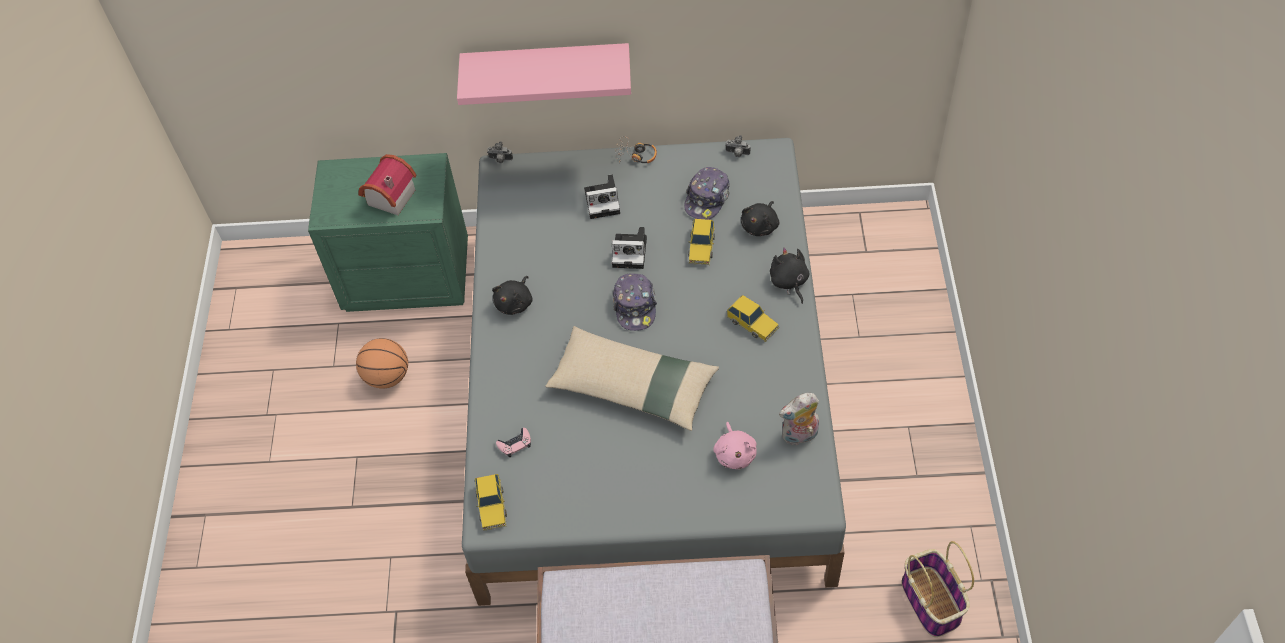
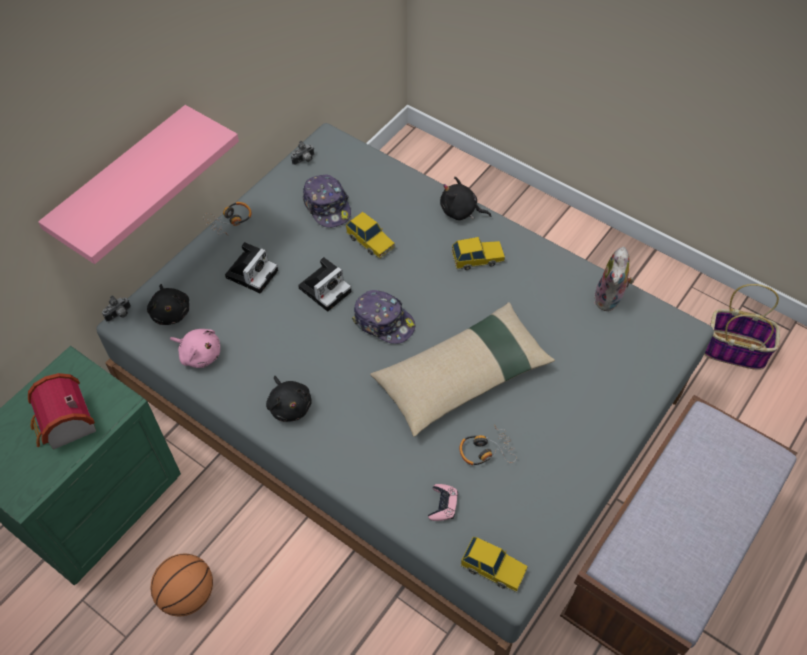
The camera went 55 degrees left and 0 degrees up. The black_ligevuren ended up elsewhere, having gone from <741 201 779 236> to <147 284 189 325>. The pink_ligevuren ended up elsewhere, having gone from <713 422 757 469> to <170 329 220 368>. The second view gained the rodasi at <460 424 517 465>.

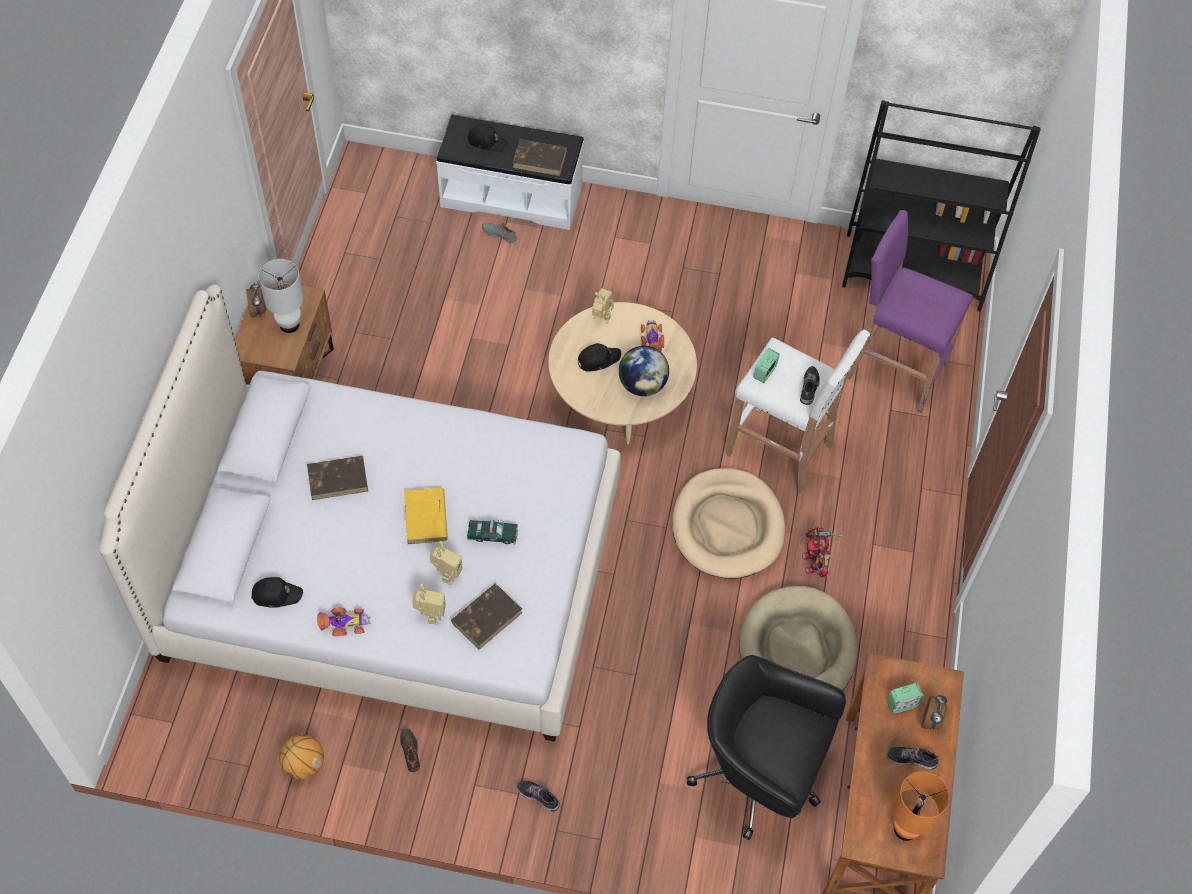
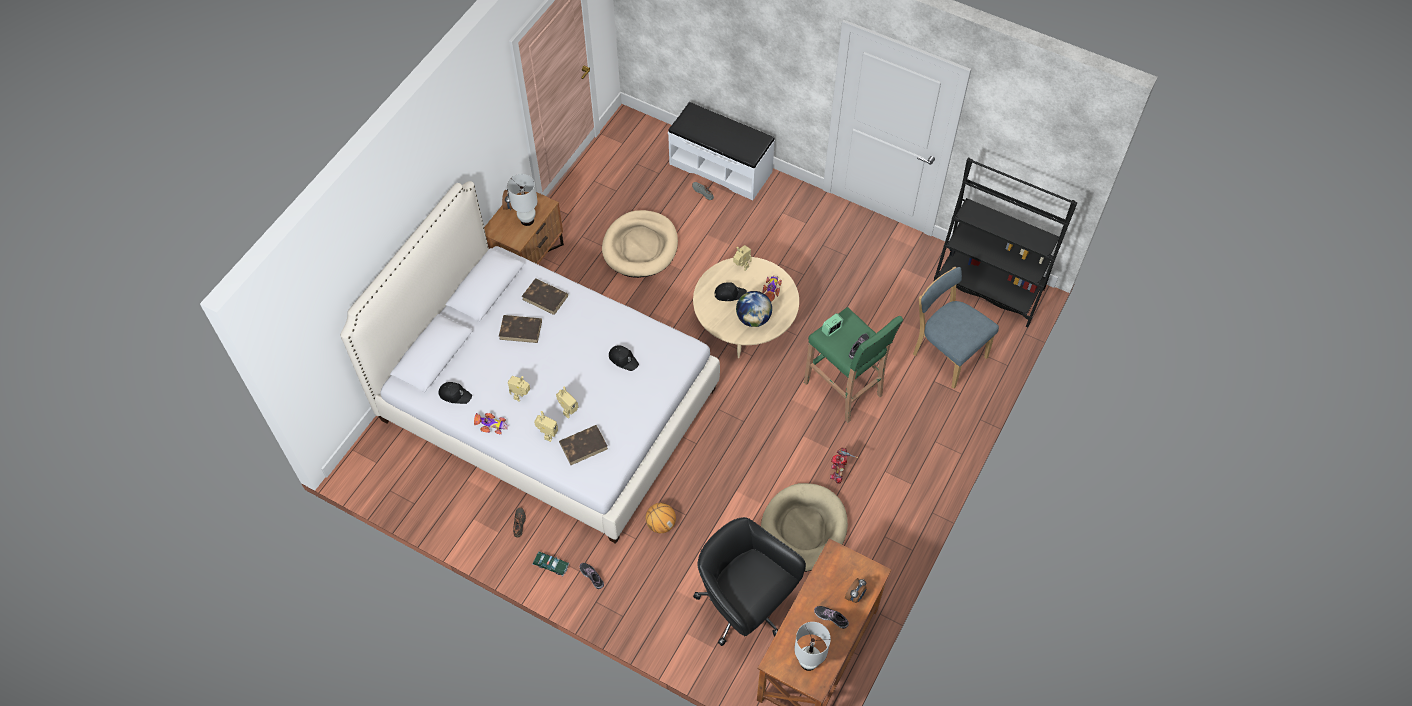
The camera went 20 degrees right and 0 degrees up. The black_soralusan ended up elsewhere, having gone from <467 124 508 152> to <609 345 639 371>. The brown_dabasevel ended up elsewhere, having gone from <512 139 567 176> to <522 279 568 315>. Where the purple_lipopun stood at <847 210 973 413>, the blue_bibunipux came to stand at <913 267 999 389>. What was the white_lipopun at <726 330 870 493> turned into the green_lipopun at <804 307 903 423>. The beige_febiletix ended up elsewhere, having gone from <672 468 785 579> to <602 210 678 278>. The second view lost the yellow_dabasevel at <404 488 448 544>. The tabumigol ended up elsewhere, having gone from <467 520 518 544> to <532 552 569 576>. The second view lost the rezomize at <887 683 924 714>. The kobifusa ended up elsewhere, having gone from <279 735 324 780> to <646 503 676 533>. What was the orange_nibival at <892 771 949 841> turned into the white_nibival at <794 622 831 671>. The second view gained the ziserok at <508 376 530 402>.

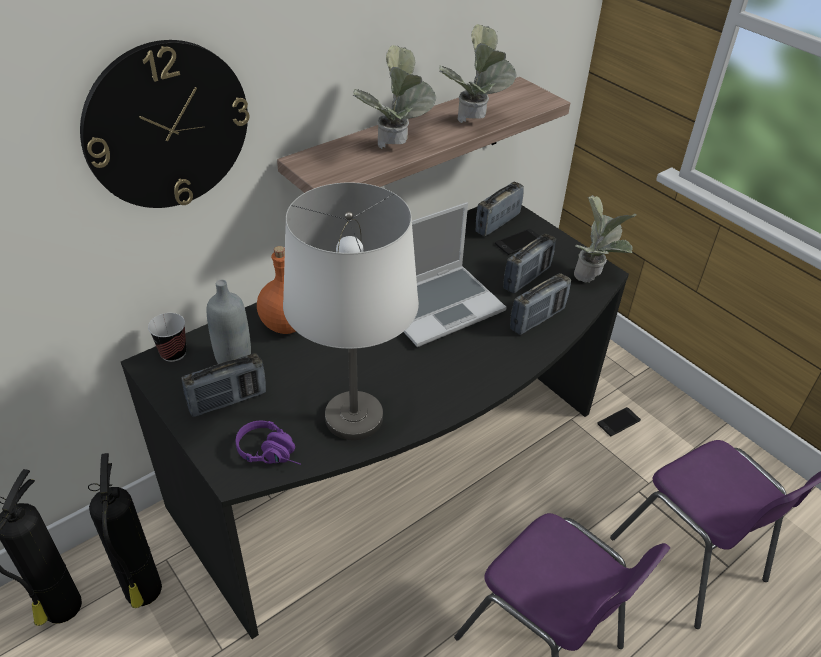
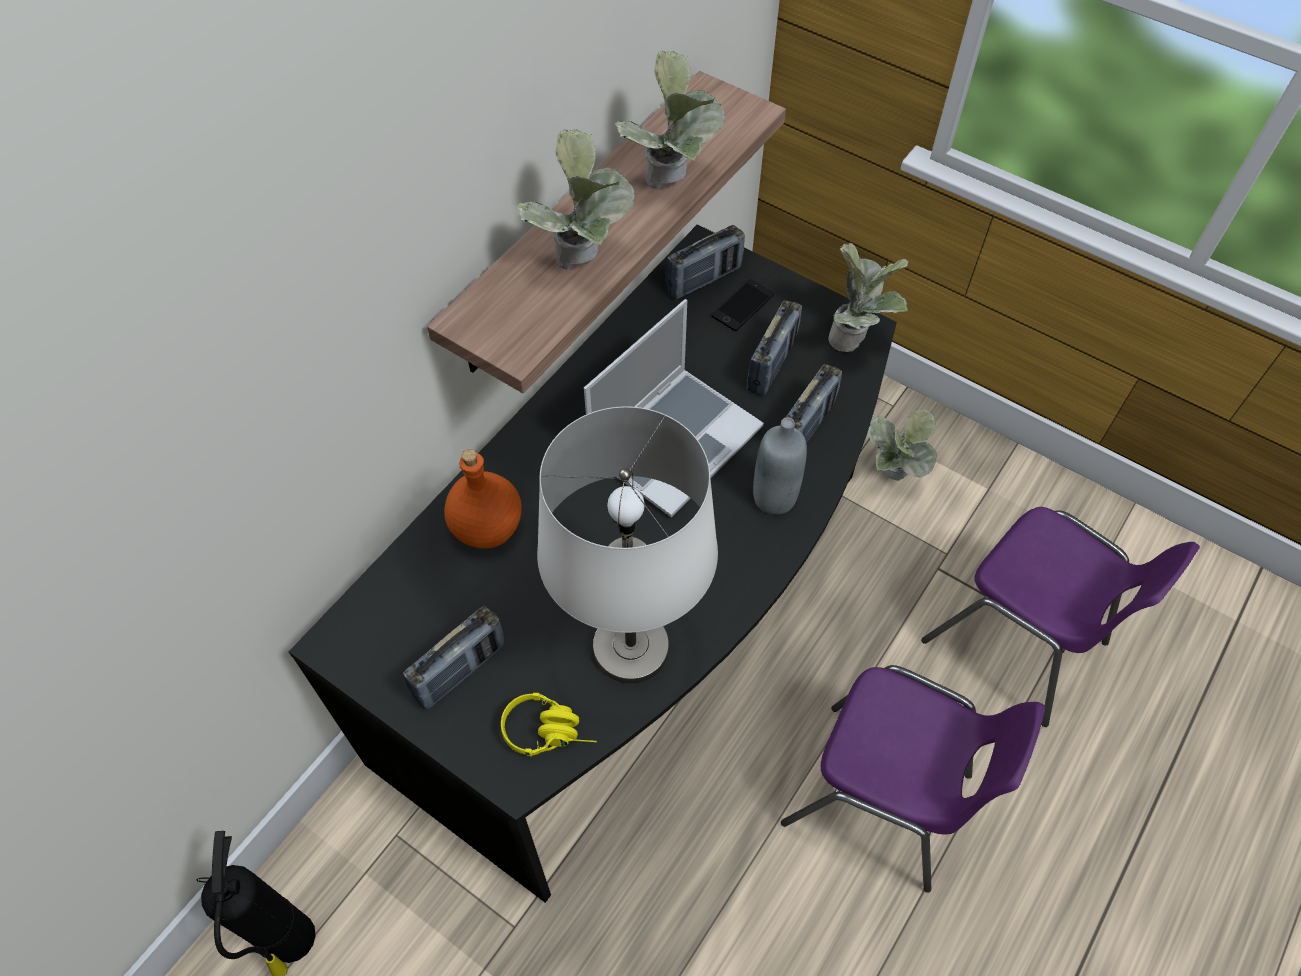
The camera went 15 degrees left and 15 degrees up. The second view lost the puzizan at <80 40 250 208>. The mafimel at <475 182 524 236> ended up facing another way, 150 degrees counterclockwise from before. The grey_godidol ended up elsewhere, having gone from <207 279 251 364> to <753 417 807 514>. The second view lost the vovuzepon at <148 313 186 362>. Where the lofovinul stood at <597 407 641 437>, the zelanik came to stand at <868 409 937 481>. What was the purple_rodasi at <236 421 301 465> turned into the yellow_rodasi at <501 693 597 756>. The second view lost the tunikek at <88 453 162 608>.

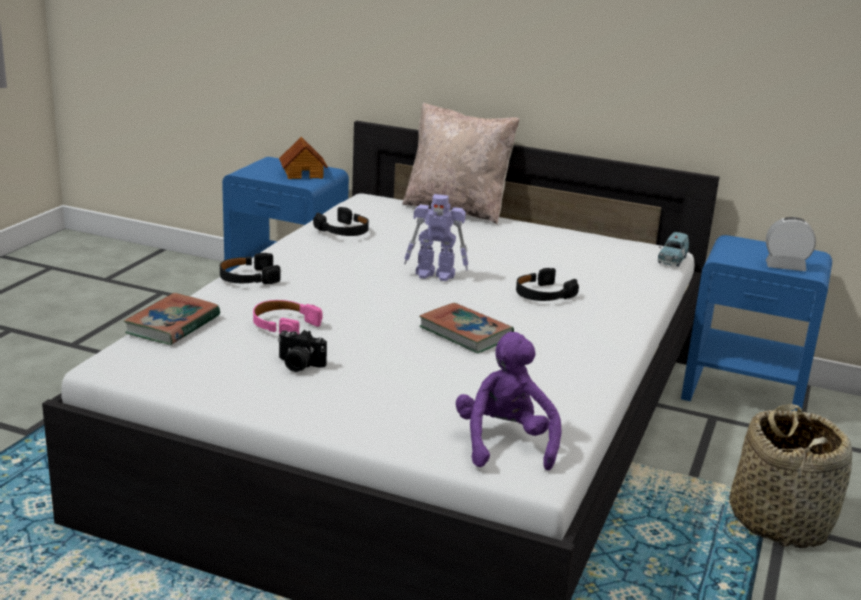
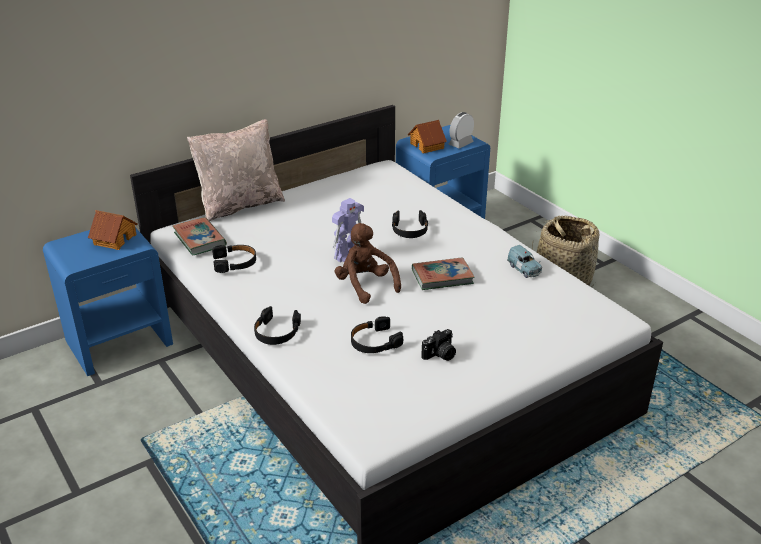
The camera went 55 degrees left and 10 degrees up. The blue_tabumigol ended up elsewhere, having gone from <658 232 689 267> to <507 245 542 278>. The dabasevel ended up elsewhere, having gone from <124 293 220 345> to <172 217 227 256>. What was the pink_rodasi at <253 300 323 334> turned into the black_rodasi at <351 317 403 353>. The second view lost the purple_ligevuren at <456 332 561 470>. The second view gained the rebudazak at <408 120 447 153>. The second view gained the brown_ligevuren at <335 223 401 304>.

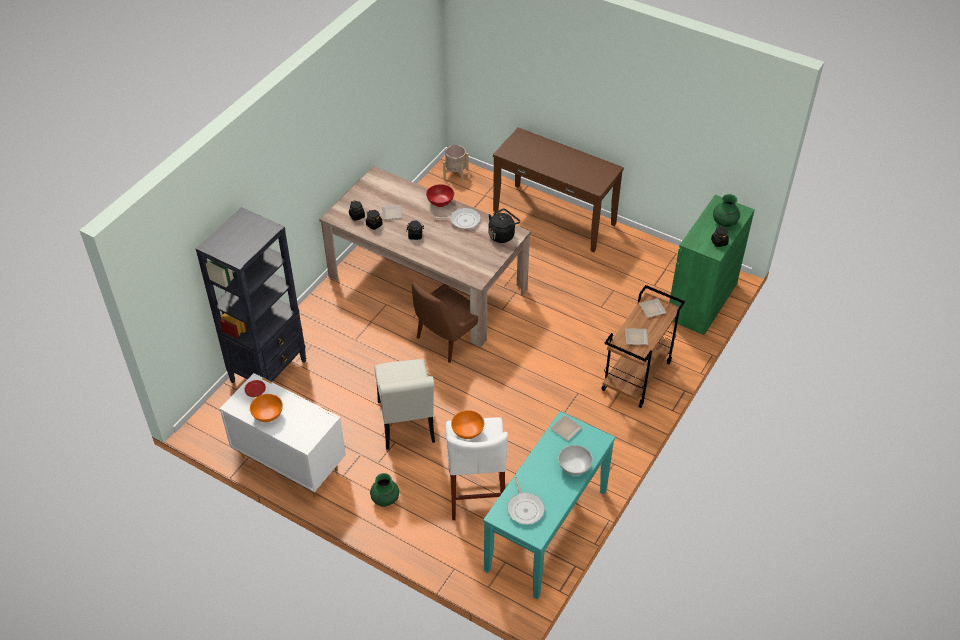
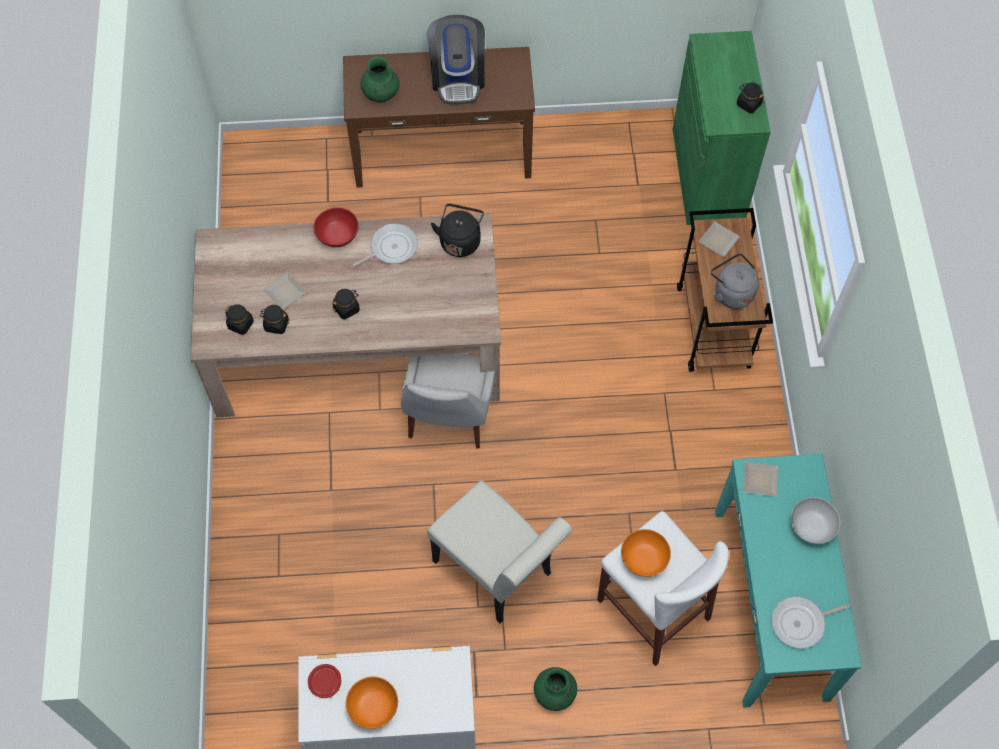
The camera went 35 degrees left and 15 degrees up. The second view lost the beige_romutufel at <443 145 469 183>. The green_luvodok ended up elsewhere, having gone from <713 194 740 227> to <361 56 399 103>. The second view lost the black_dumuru at <195 207 306 383>. What was the brown_bibunipux at <412 282 478 363> turned into the white_bibunipux at <401 354 495 449>. Where the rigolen stood at <625 328 648 345>, the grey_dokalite came to stand at <711 253 759 309>. The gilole at <507 477 545 524> ended up facing another way, 120 degrees clockwise from before. The second view gained the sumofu at <427 15 485 104>.

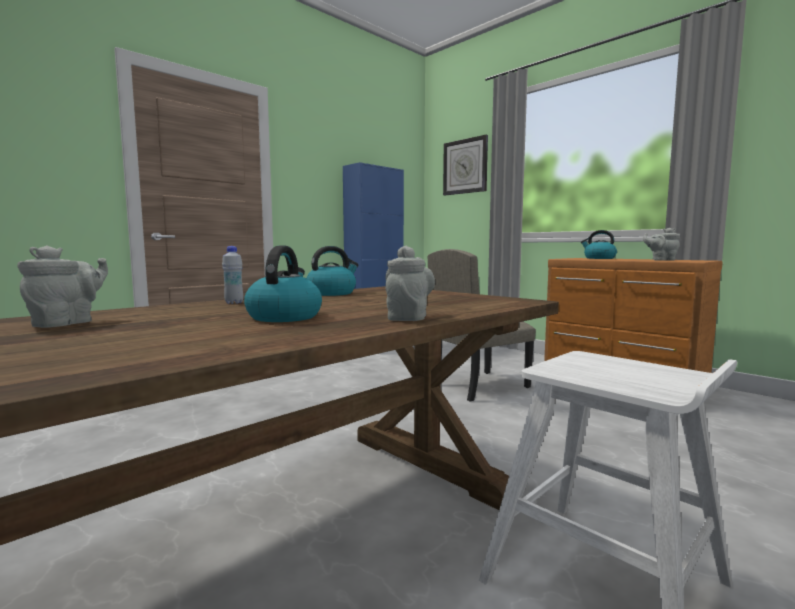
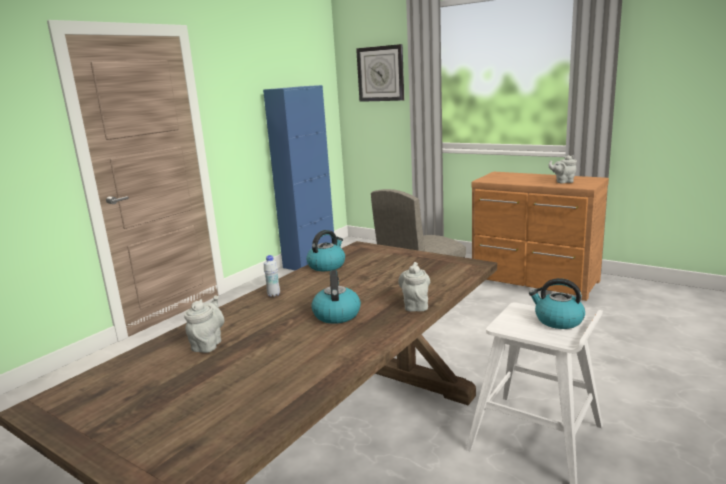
The camera went 10 degrees left and 10 degrees up. The dokalite ended up elsewhere, having gone from <581 230 617 259> to <529 278 585 329>.

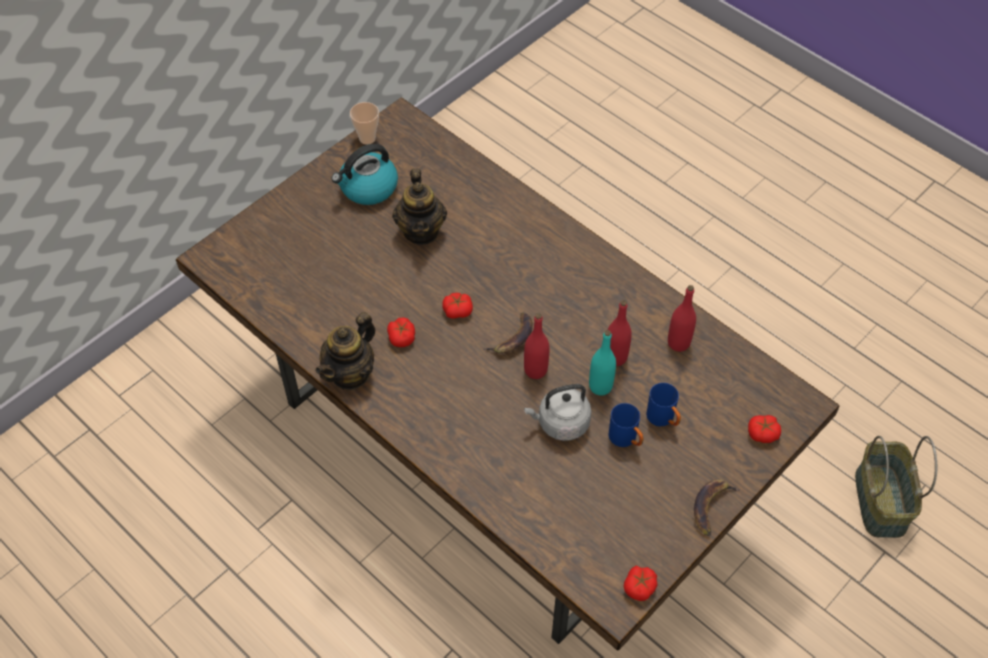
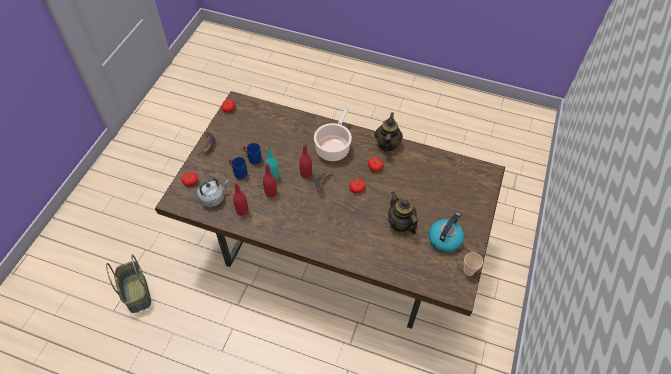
The camera went 155 degrees right and 0 degrees up. The grey_dokalite ended up elsewhere, having gone from <524 384 592 441> to <197 178 229 207>. The second view gained the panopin at <314 107 352 161>.

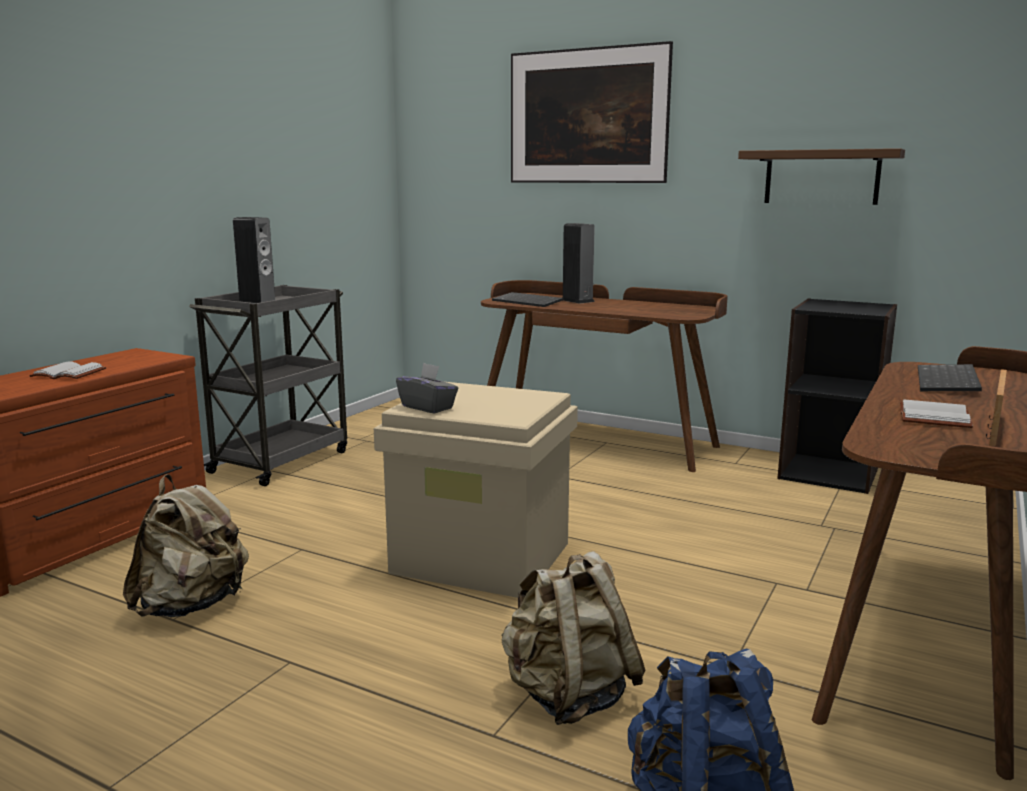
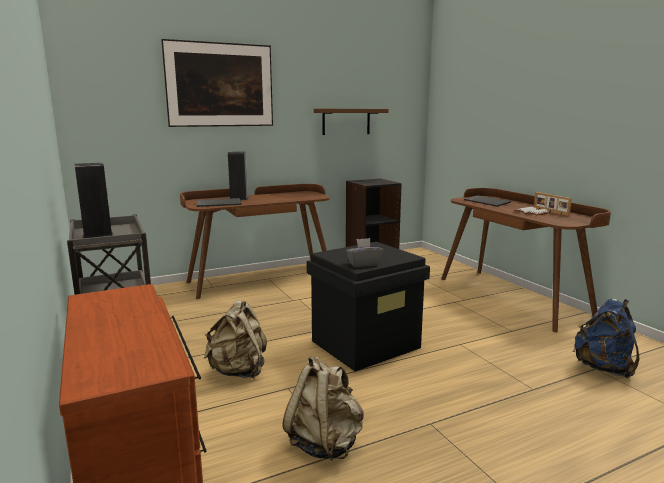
The camera went 55 degrees left and 0 degrees up. The second view lost the white_dabasevel at <29 361 106 379>. What was the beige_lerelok at <374 382 578 598> turned into the black_lerelok at <306 242 430 371>. The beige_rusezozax ended up elsewhere, having gone from <501 551 645 725> to <204 300 267 378>.

